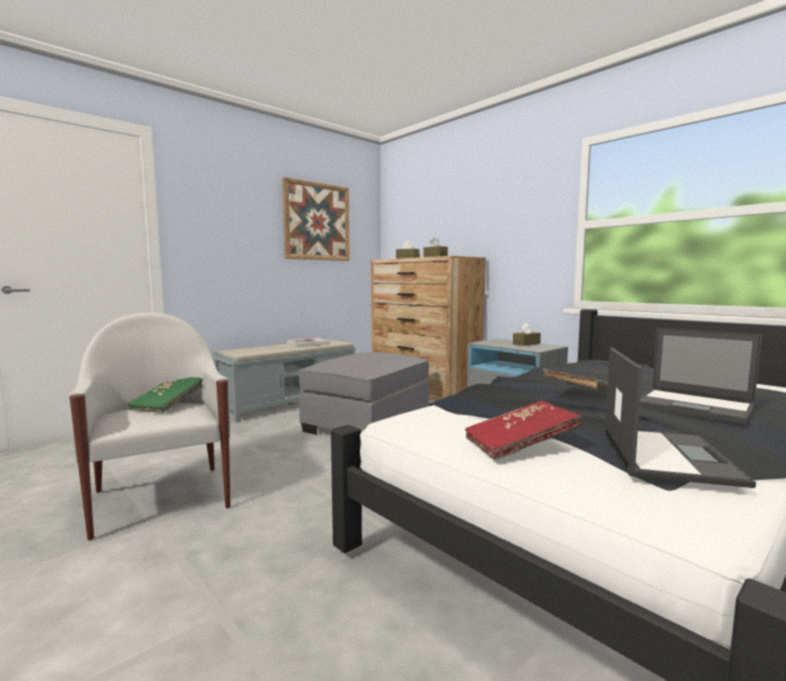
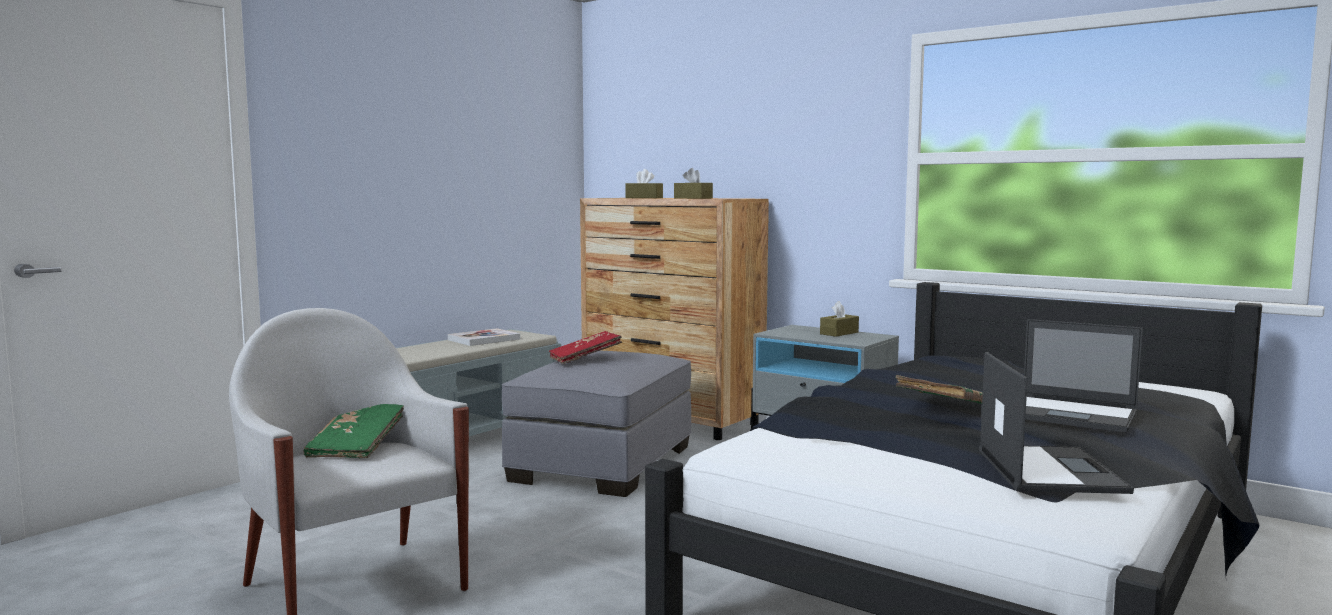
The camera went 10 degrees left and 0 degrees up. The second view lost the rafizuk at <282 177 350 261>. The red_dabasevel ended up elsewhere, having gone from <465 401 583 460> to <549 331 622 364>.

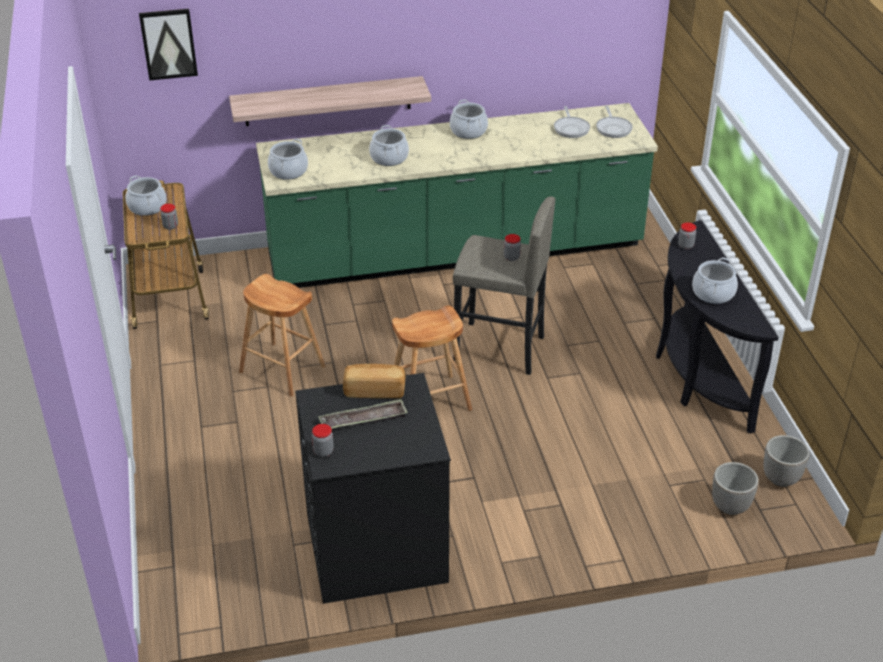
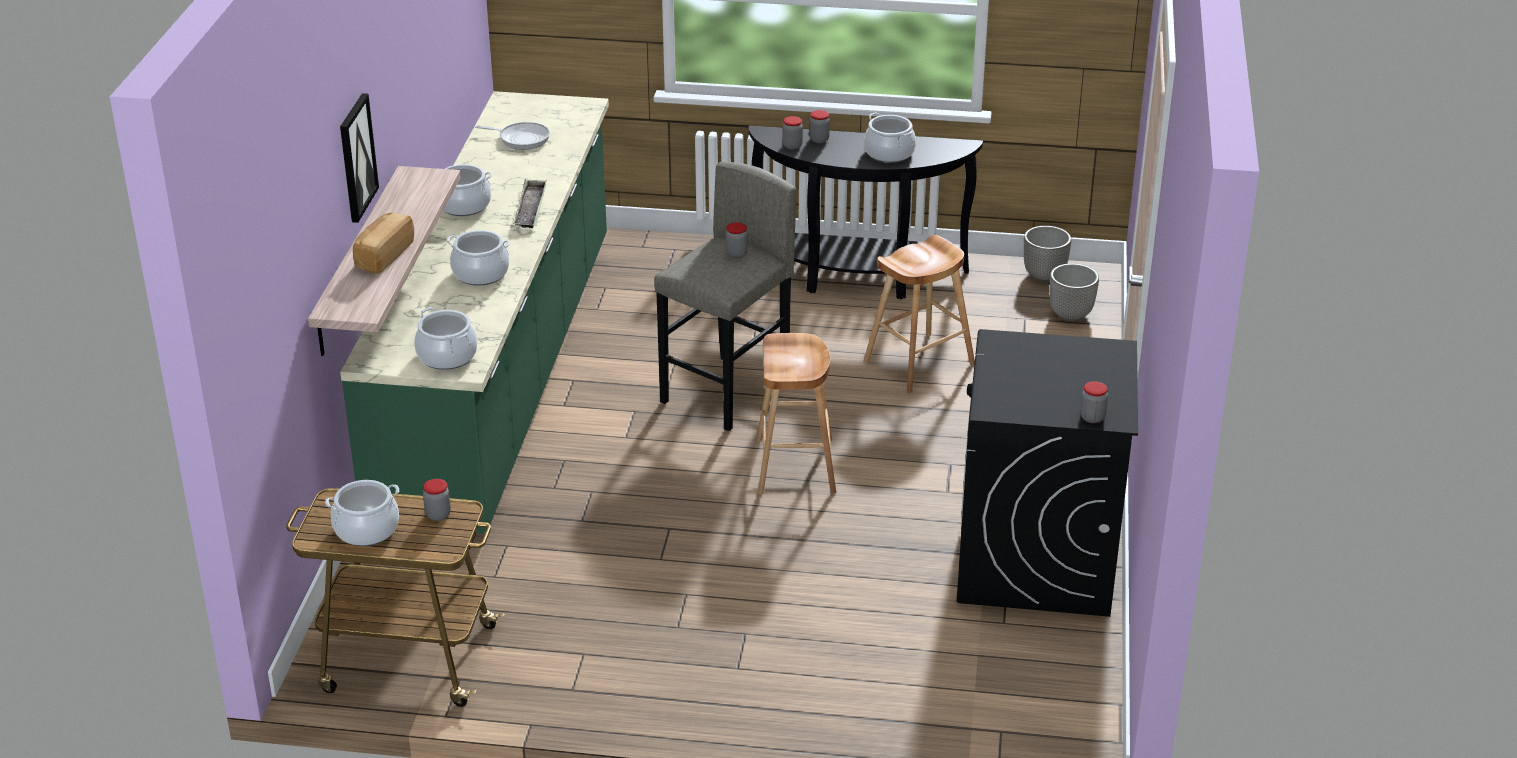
The camera went 70 degrees left and 5 degrees down. The rafizuk ended up elsewhere, having gone from <139 9 198 81> to <340 93 379 223>. The second view lost the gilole at <596 106 633 138>. The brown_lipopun ended up elsewhere, having gone from <239 274 325 397> to <864 235 975 393>. The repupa ended up elsewhere, having gone from <343 364 406 398> to <353 213 414 274>. The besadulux ended up elsewhere, having gone from <318 399 407 429> to <514 179 547 228>. The second view gained the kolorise at <809 110 830 143>.

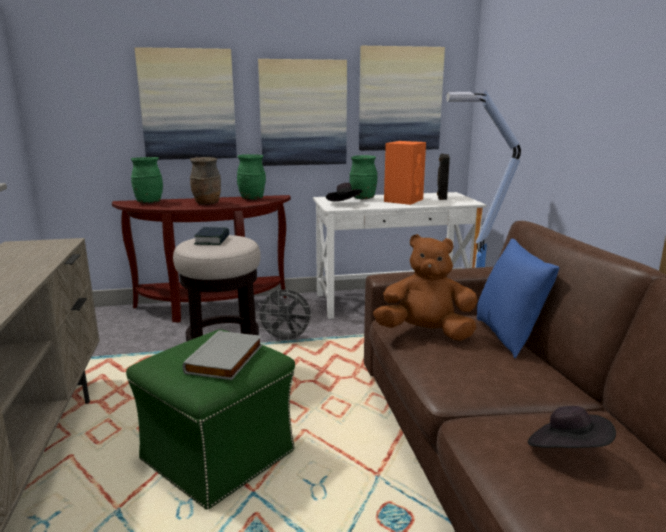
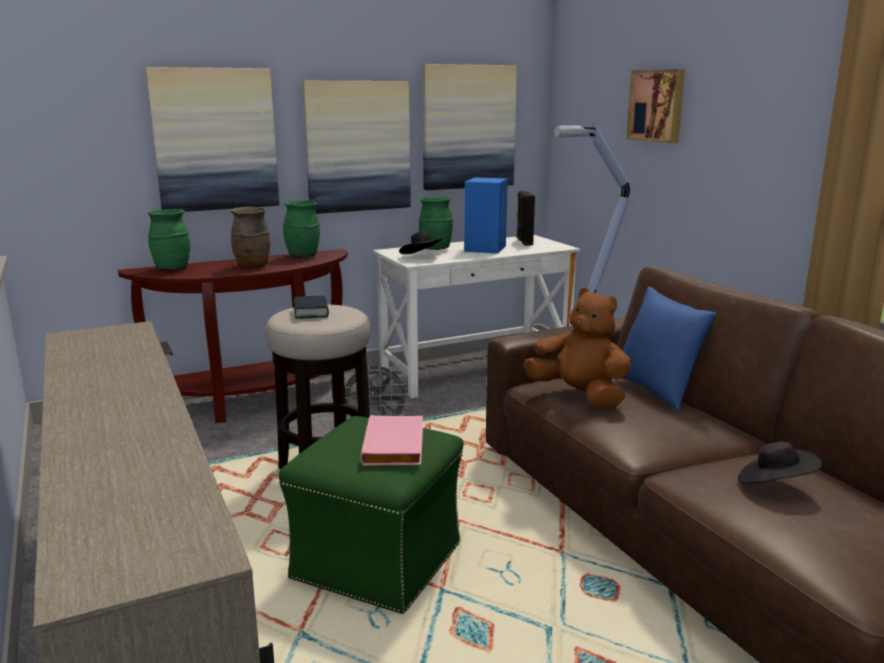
The camera went 15 degrees left and 0 degrees up. What was the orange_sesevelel at <384 141 426 205> turned into the blue_sesevelel at <464 177 508 254>. The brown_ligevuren at <373 234 477 341> ended up facing another way, 45 degrees clockwise from before. What was the grey_dabasevel at <182 330 262 380> turned into the pink_dabasevel at <360 415 423 466>. The second view gained the rafizuk at <626 69 685 143>.

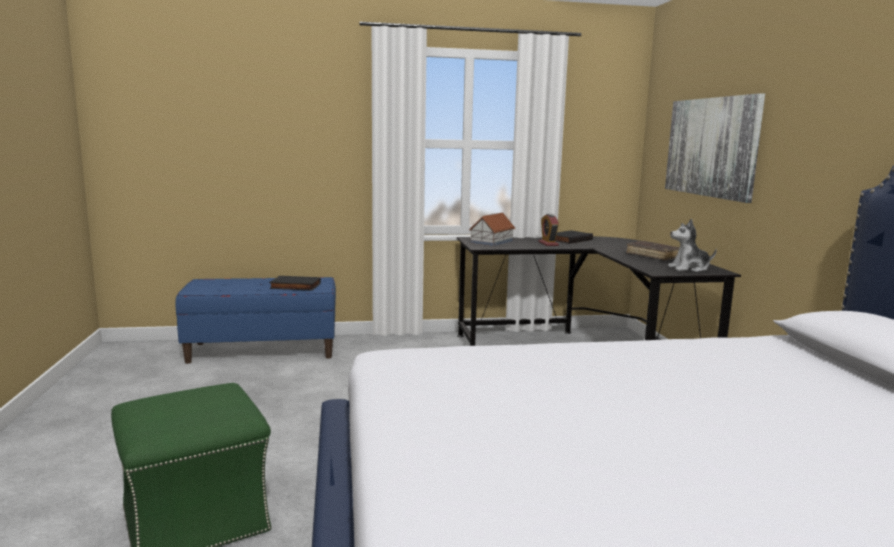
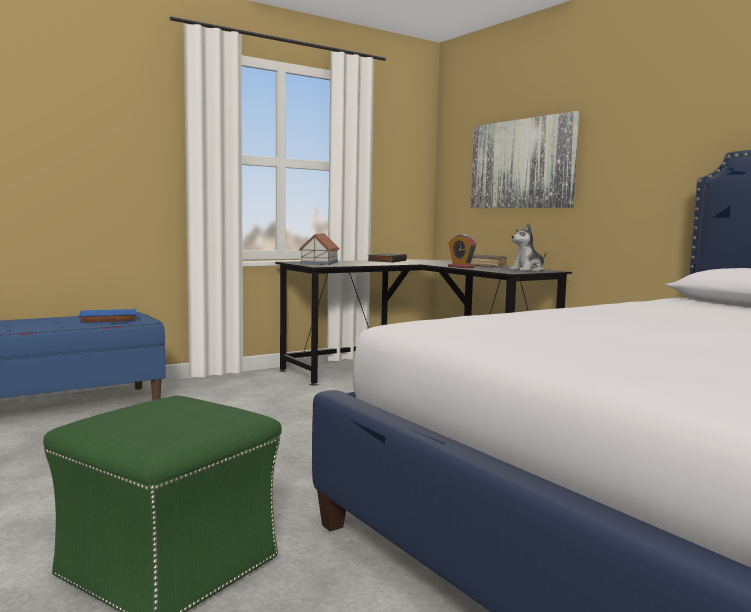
The camera went 25 degrees left and 5 degrees down. The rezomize ended up elsewhere, having gone from <539 214 559 246> to <448 235 476 268>. What was the black_dabasevel at <269 276 321 291> turned into the blue_dabasevel at <78 309 137 324>.

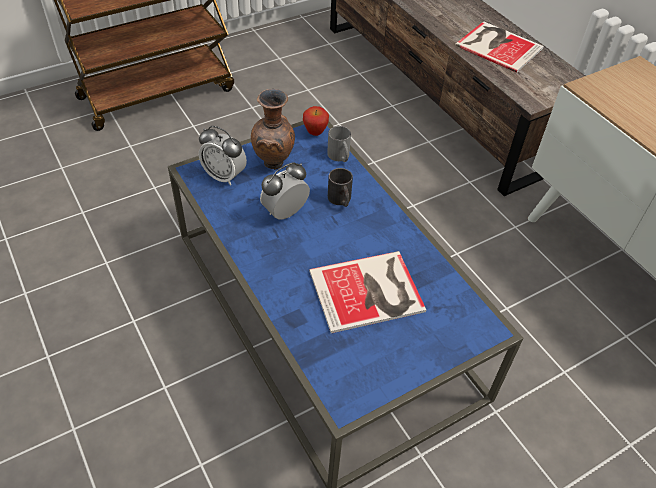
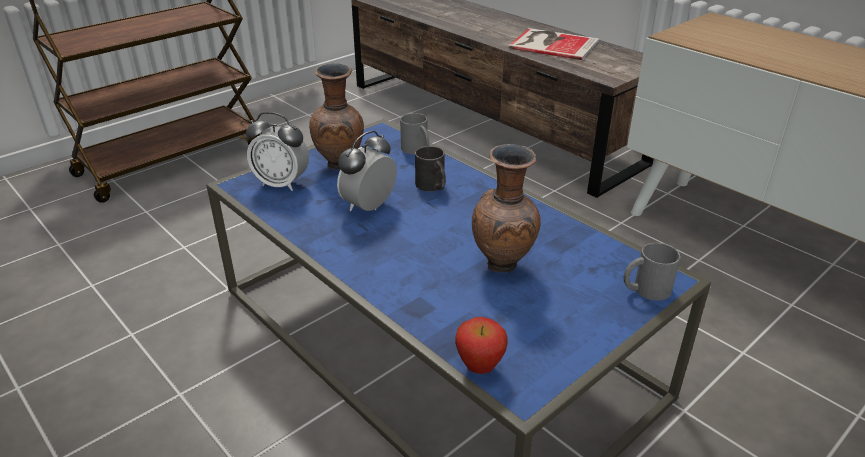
The camera went 10 degrees left and 15 degrees down. The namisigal ended up elsewhere, having gone from <303 106 329 136> to <455 317 508 374>. Where the dabasevel stood at <309 251 426 333>, the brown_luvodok came to stand at <472 144 541 273>. The second view gained the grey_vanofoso at <624 243 681 301>.

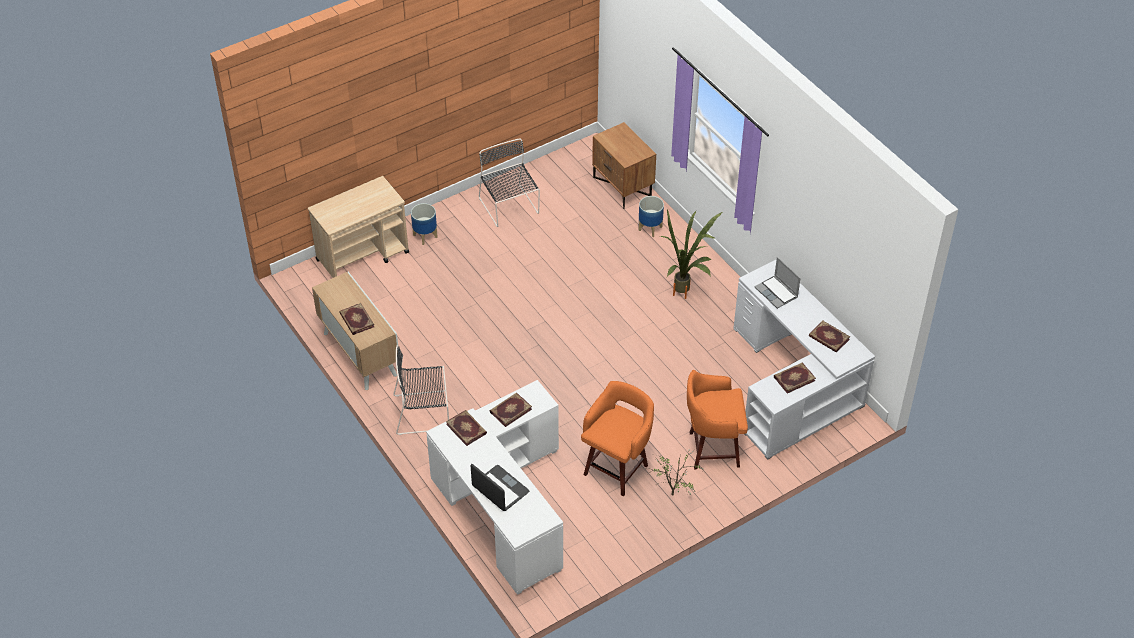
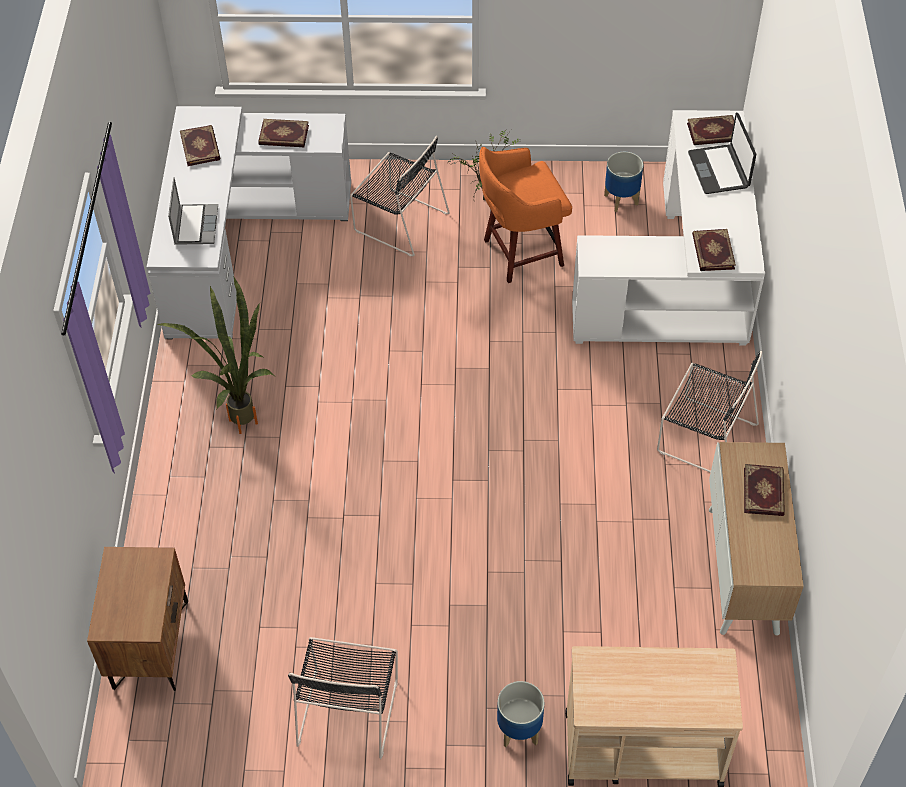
The camera went 145 degrees left and 5 degrees up. The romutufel ended up elsewhere, having gone from <638 196 664 237> to <604 152 643 212>. Where the orange_lipopun stood at <687 370 748 469>, the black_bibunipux came to stand at <350 136 450 257>. The dabasevel ended up elsewhere, having gone from <490 393 532 427> to <687 115 734 145>.

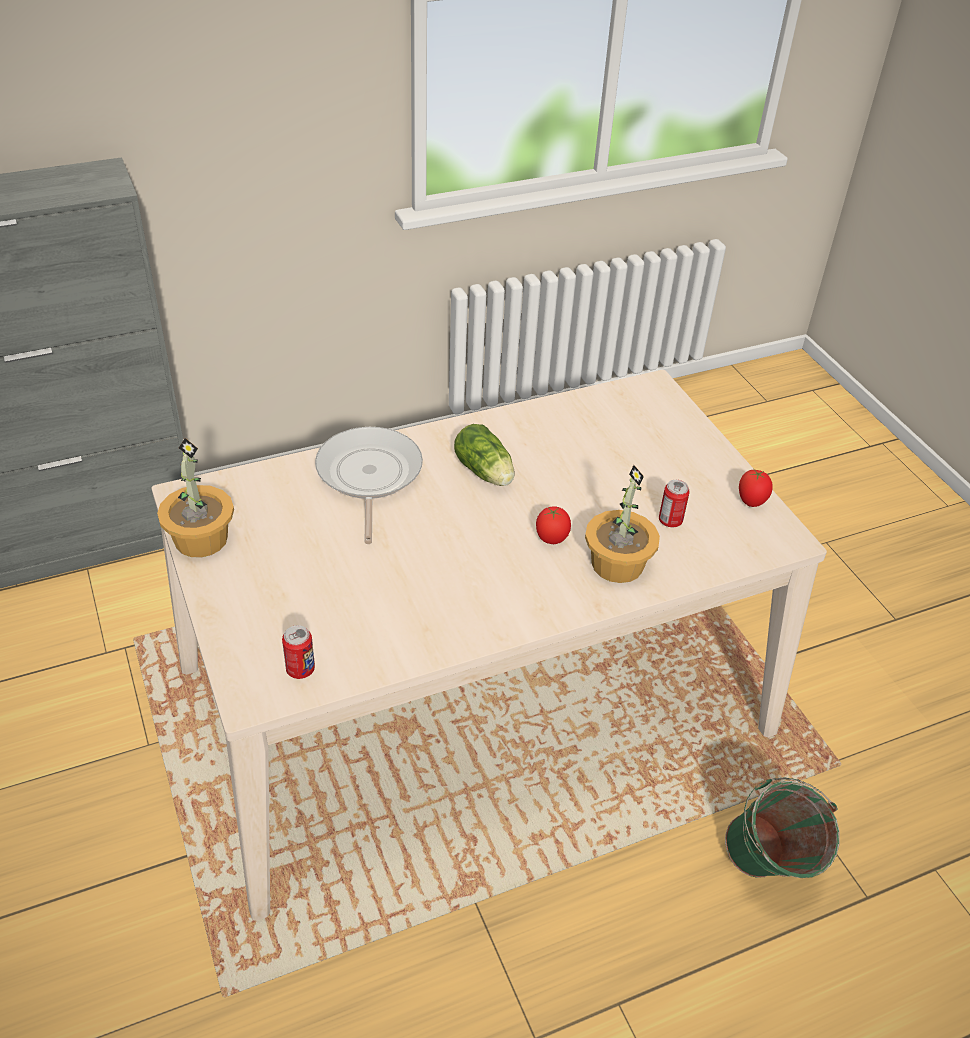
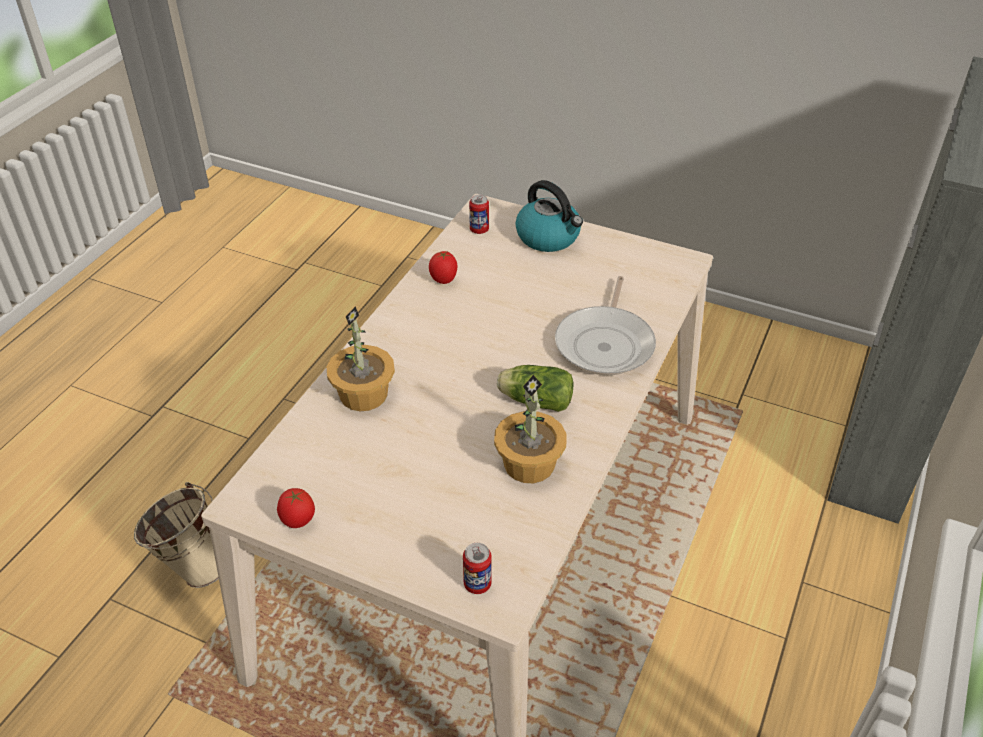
The camera went 140 degrees right and 0 degrees up. The gilole at <315 427 423 544> ended up facing another way, 60 degrees clockwise from before. The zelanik ended up elsewhere, having gone from <157 438 234 558> to <494 375 567 483>. The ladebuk ended up elsewhere, having gone from <659 480 690 527> to <463 543 492 594>. The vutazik ended up elsewhere, having gone from <536 506 571 544> to <429 251 458 284>. What was the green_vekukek at <725 777 840 878> turned into the beige_vekukek at <134 482 219 588>. The second view gained the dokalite at <516 180 583 252>.

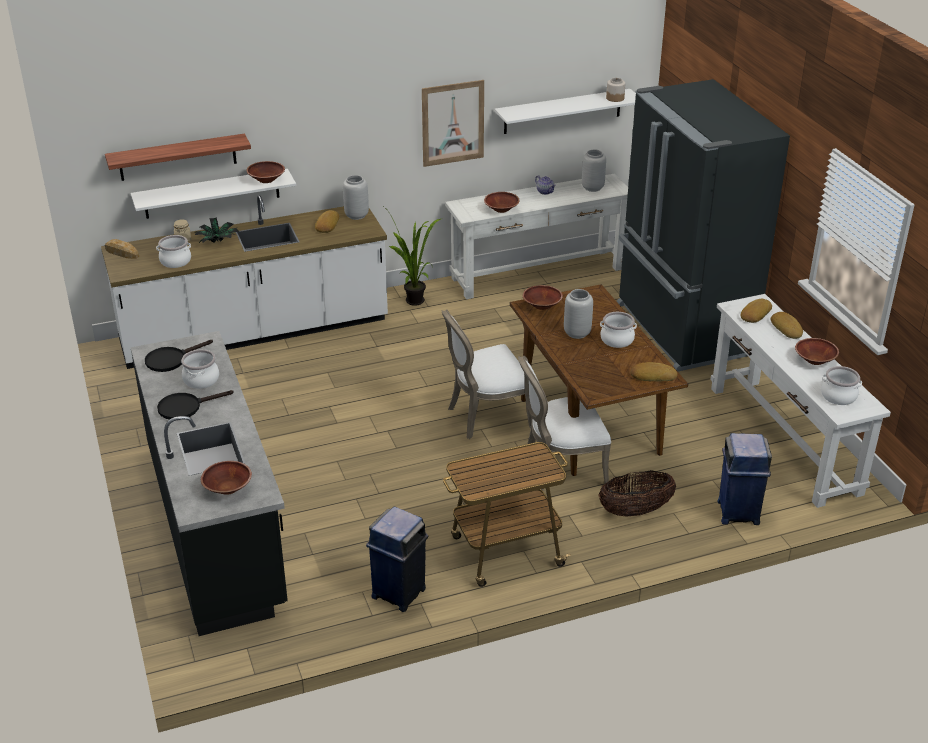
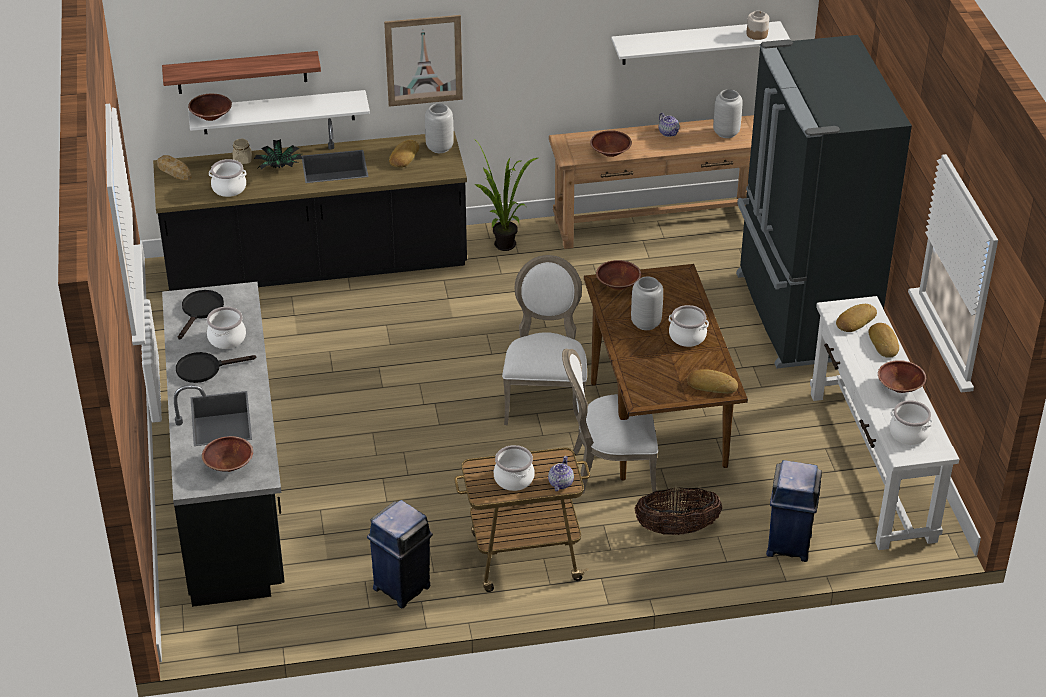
The camera went 10 degrees right and 5 degrees up. The rafizuk ended up elsewhere, having gone from <422 80 484 167> to <384 15 463 107>. The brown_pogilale ended up elsewhere, having gone from <246 161 285 183> to <188 94 232 121>. What was the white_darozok at <445 174 628 299> turned into the brown_darozok at <549 115 754 249>. What was the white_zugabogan at <101 195 388 369> turned into the black_zugabogan at <153 118 467 291>. The white_bibunipux at <441 309 531 439> ended up facing another way, 105 degrees clockwise from before. The black_gilole at <145 340 213 372> ended up facing another way, 135 degrees clockwise from before. The second view gained the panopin at <494 445 535 491>. The second view gained the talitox at <548 456 574 491>.

